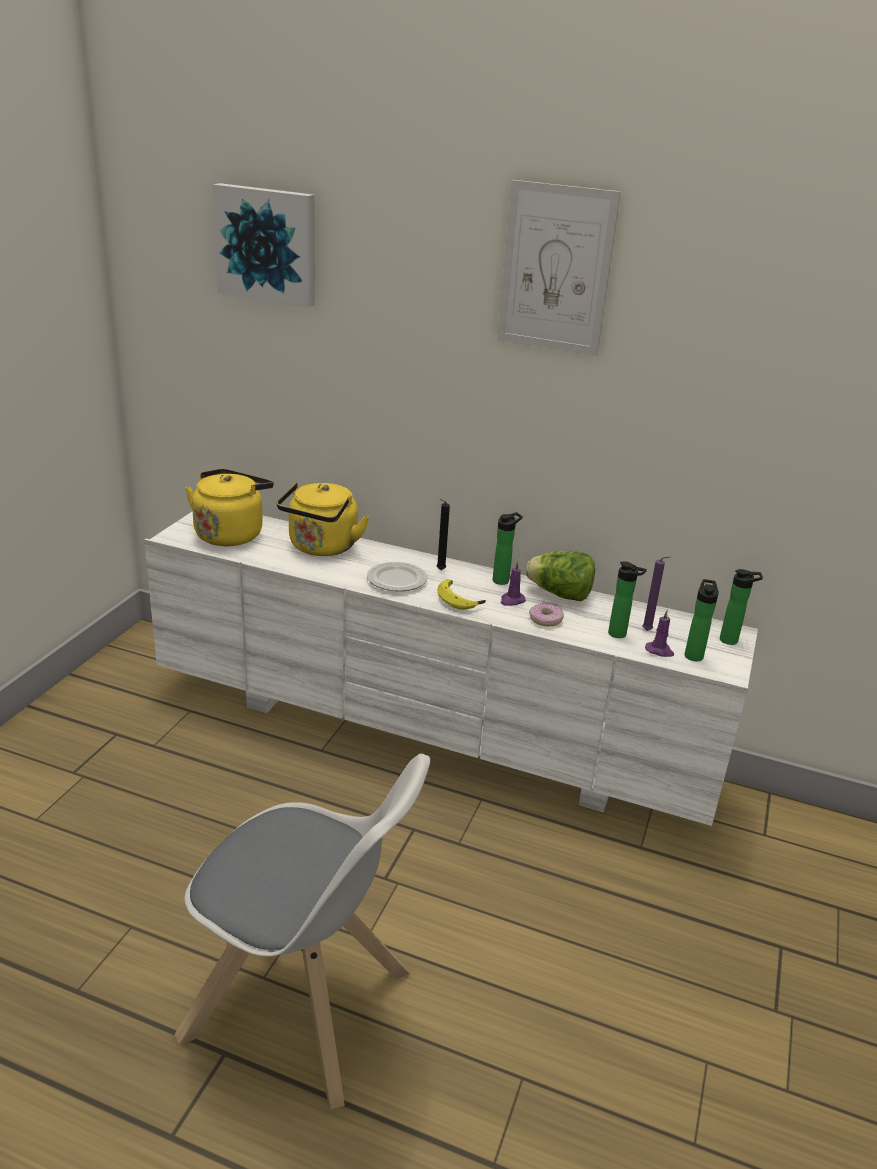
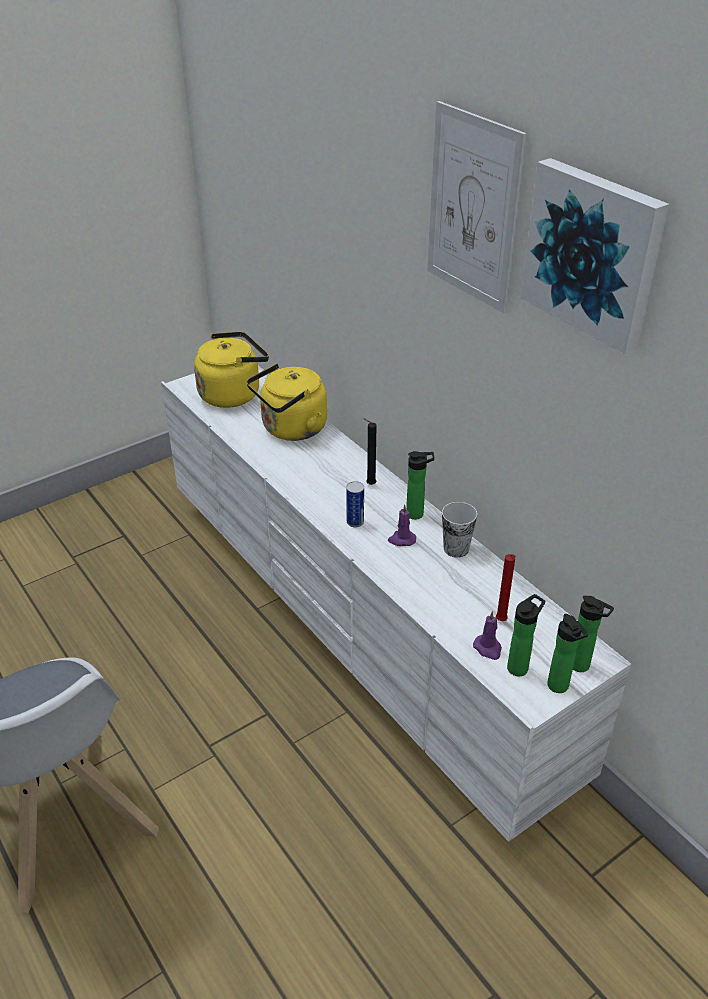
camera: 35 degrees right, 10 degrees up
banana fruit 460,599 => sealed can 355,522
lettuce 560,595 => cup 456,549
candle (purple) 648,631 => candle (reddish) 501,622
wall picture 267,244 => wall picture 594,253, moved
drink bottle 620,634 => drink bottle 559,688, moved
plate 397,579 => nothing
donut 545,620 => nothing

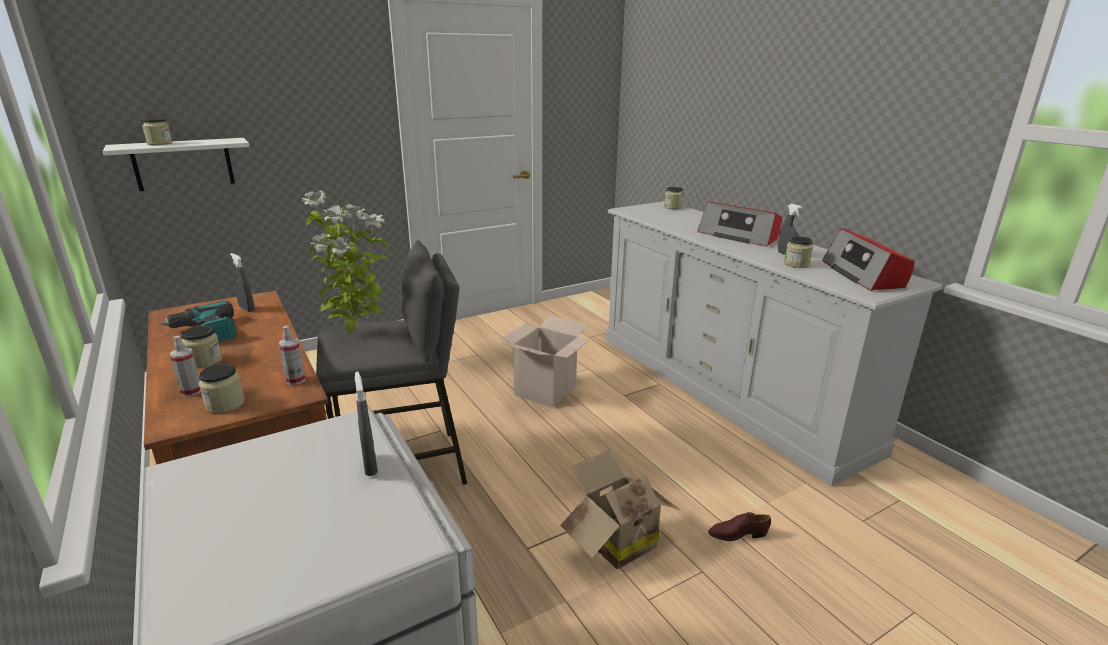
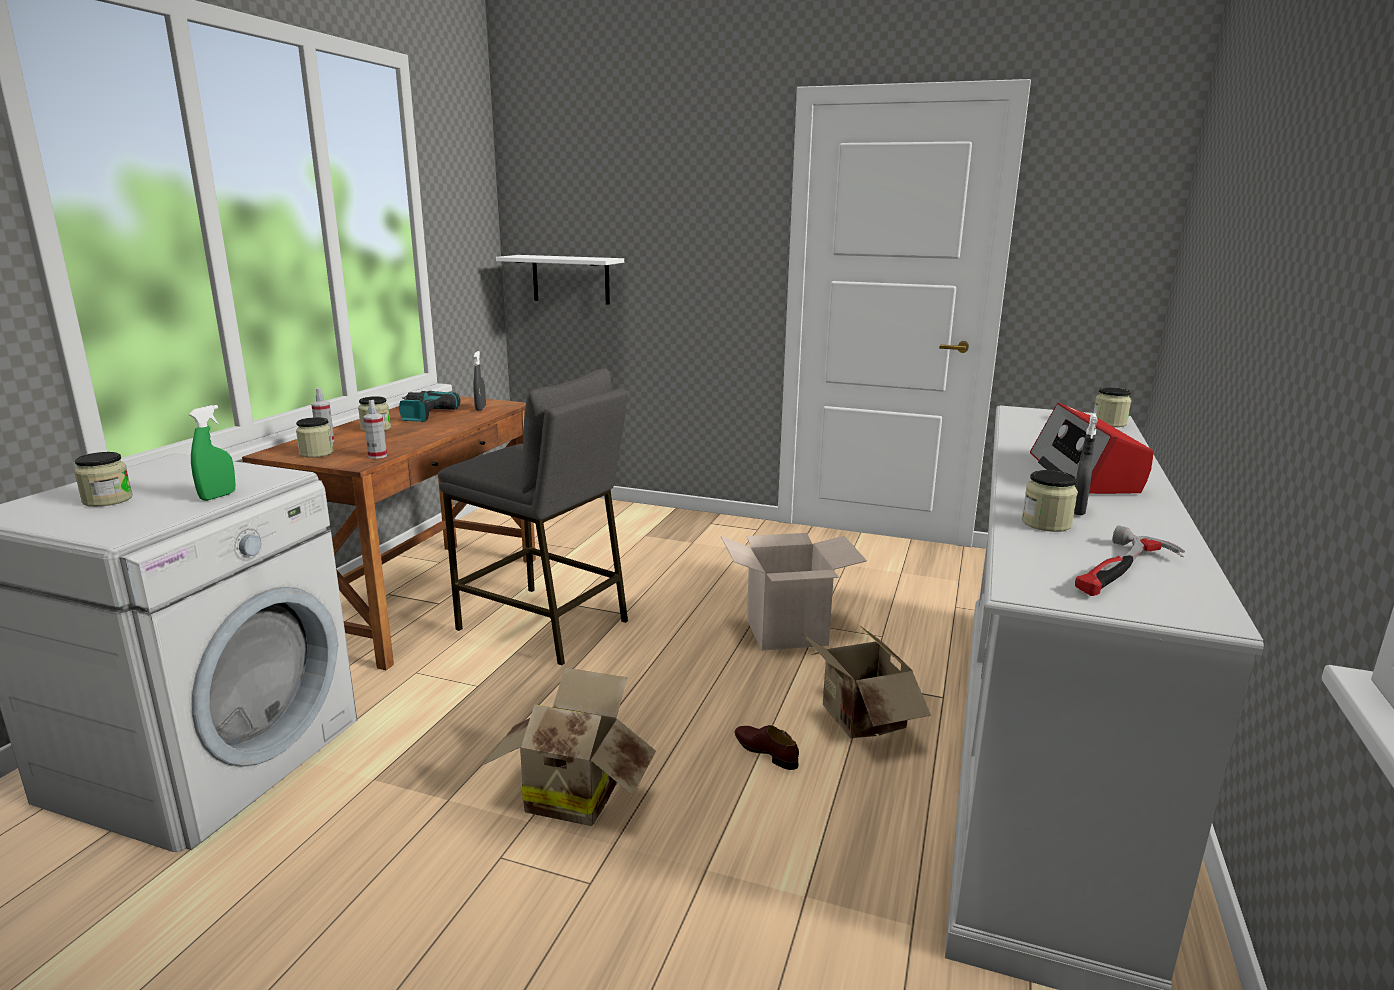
camera: 50 degrees right, 5 degrees down
storage jar 160,143 => storage jar 107,500, moved
spray bottle (greyish) 370,466 => spray bottle (green) 218,496
item of footwear (brown-coloured) 737,534 => item of footwear (brown-coloured) 766,751, moved
nothing => carton 858,721
radio set 863,275 => hand hammer 1122,572
houseplant 356,333 => nothing

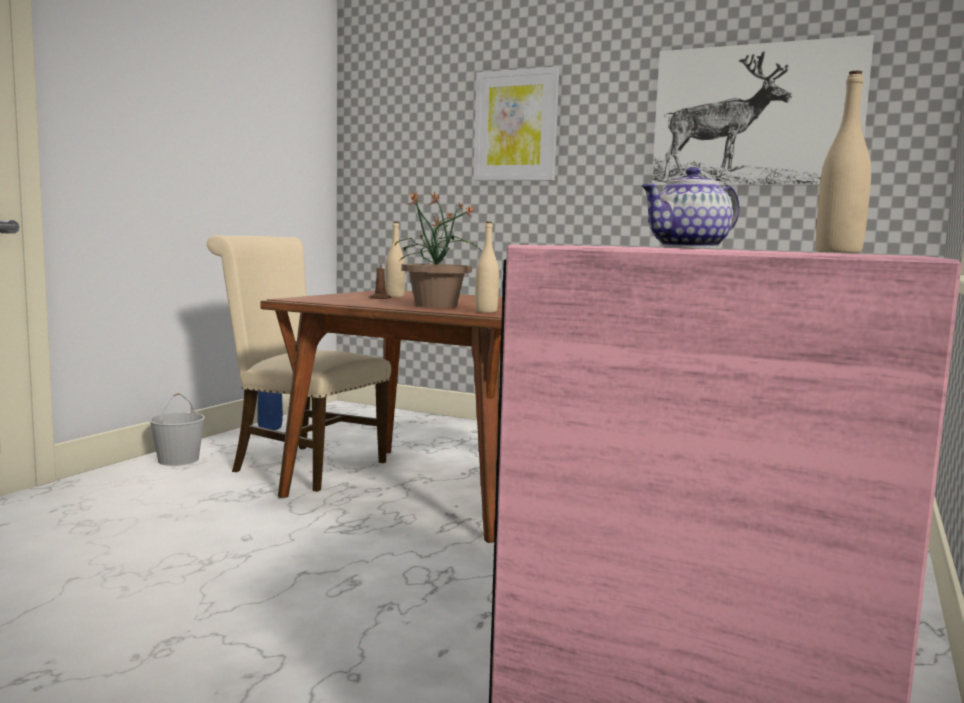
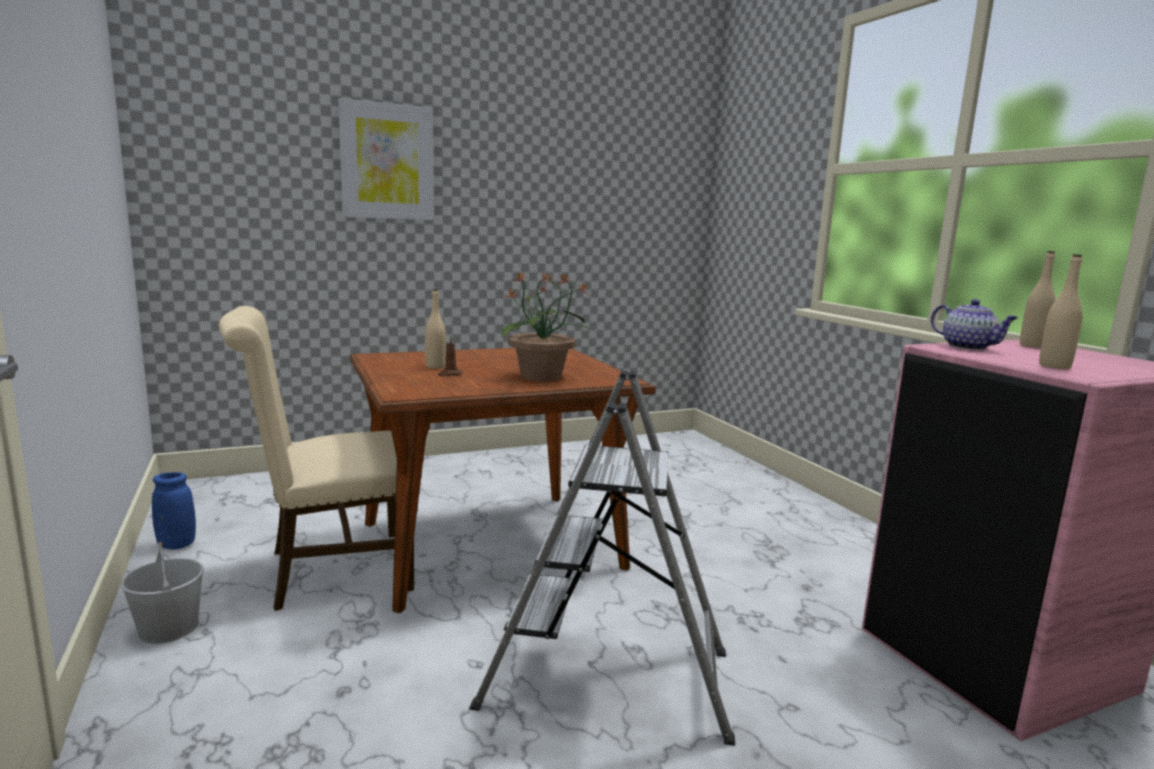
camera: 50 degrees left, 5 degrees up
nothing => step ladder (greyish) 610,677
pot for tea 688,247 => pot for tea 969,347, 45 degrees counterclockwise
drink bottle (sand-coloured) 486,311 => drink bottle (sand-coloured) 1054,367, moved
wall picture 756,116 => nothing

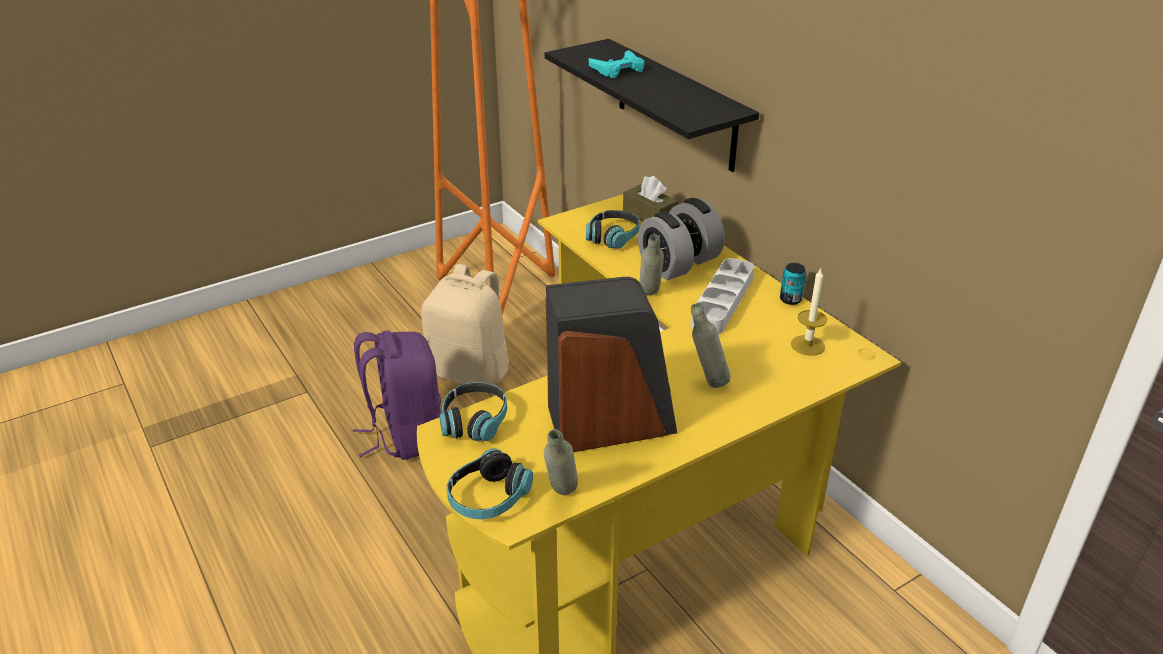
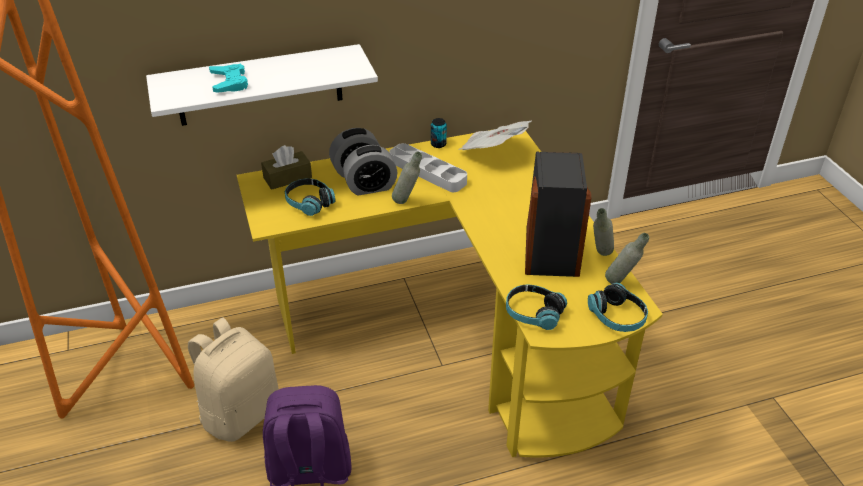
camera: 75 degrees left, 5 degrees up
wall shelf (black-coloured) 675,105 => wall shelf (white) 259,85
candle 807,345 => daily paper 493,151
drink bottle (greyish) 707,382 => drink bottle (greyish) 600,256, moved

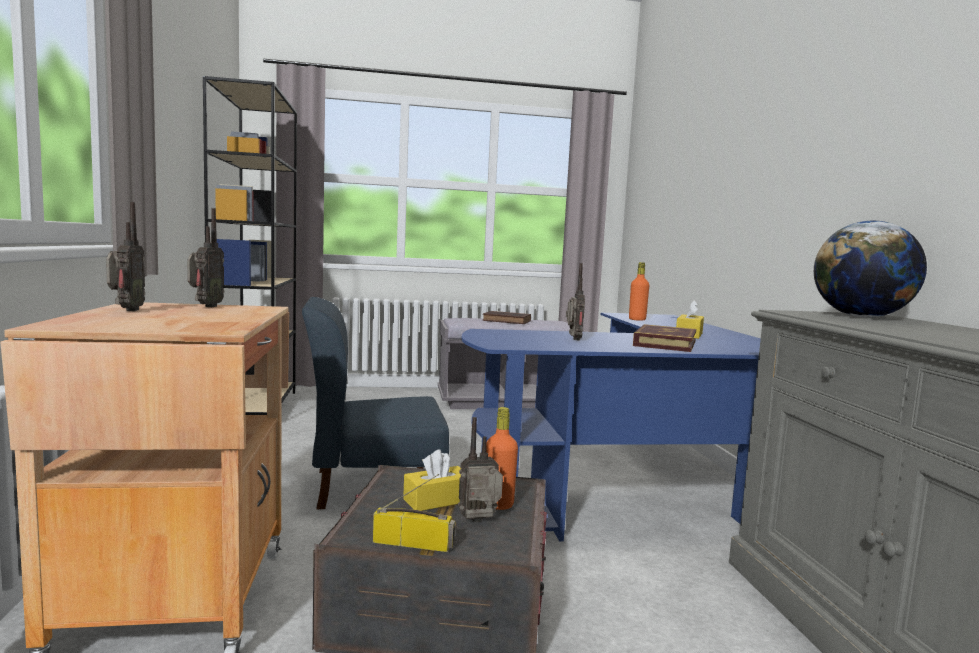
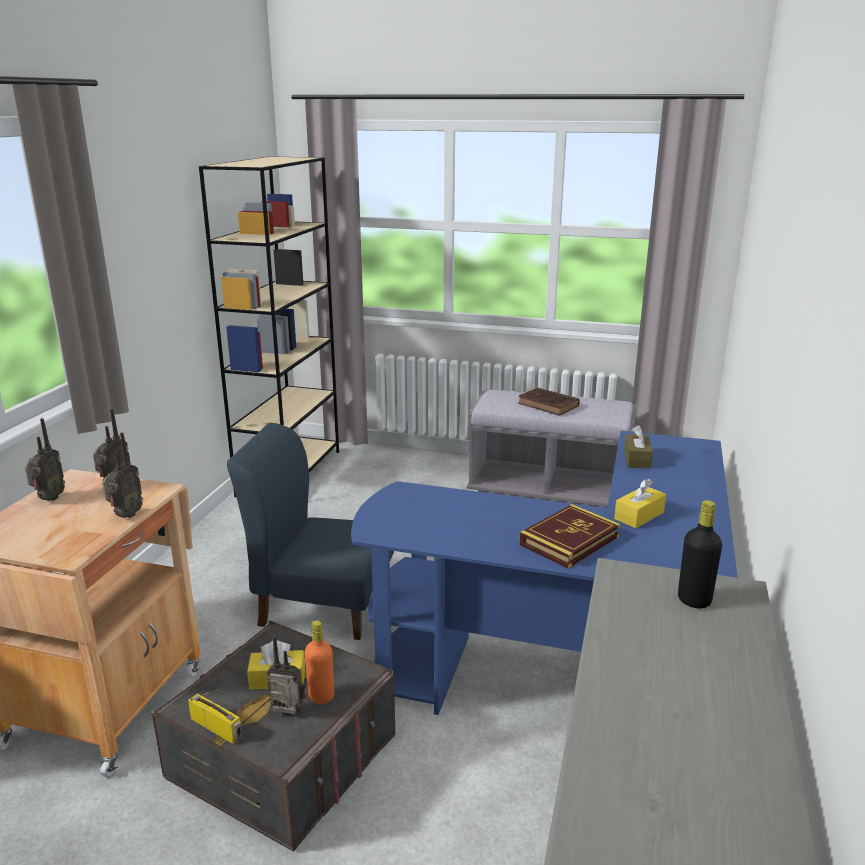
camera: 25 degrees right, 15 degrees up
radio set 573,340 => radio set 125,516, moved
drink bottle (orange) 637,319 => box of tissues (brown-coloured) 637,459
world globe 862,317 => drink bottle (black-coloured) 694,600

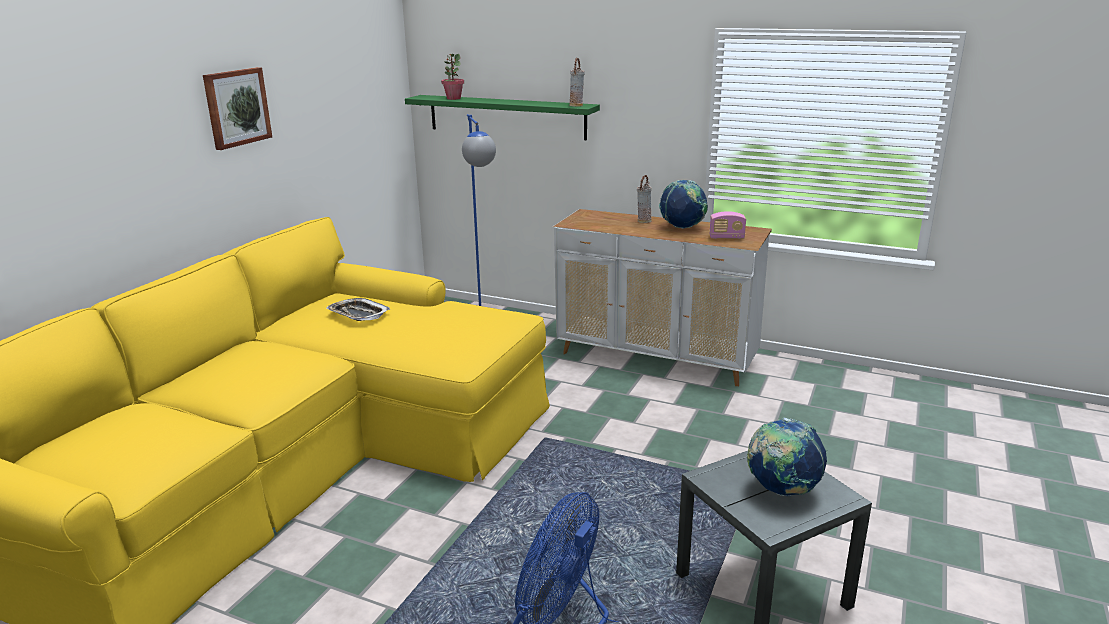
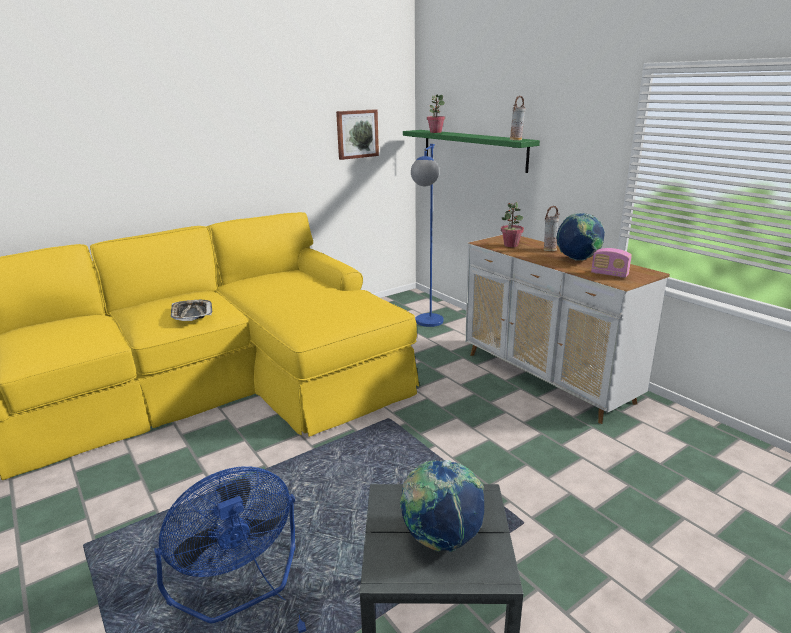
camera: 30 degrees right, 0 degrees up
tray 358,314 => tray 191,314, moved
wall picture 236,107 => wall picture 357,134, moved
nothing => houseplant 510,245

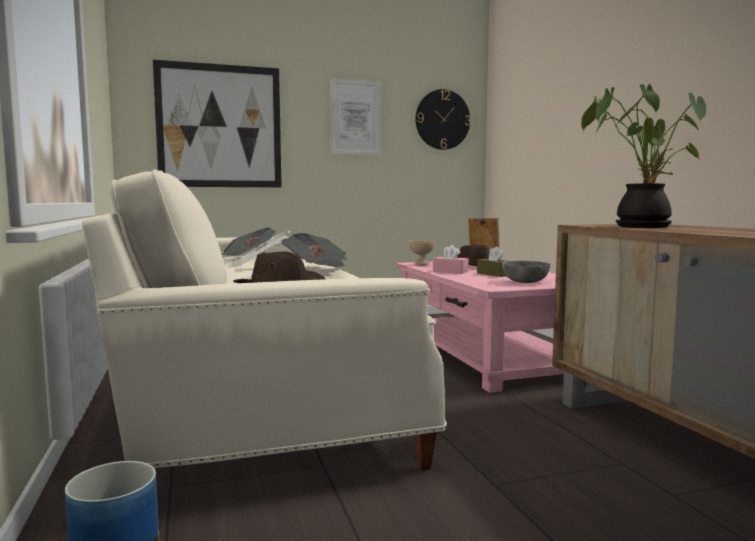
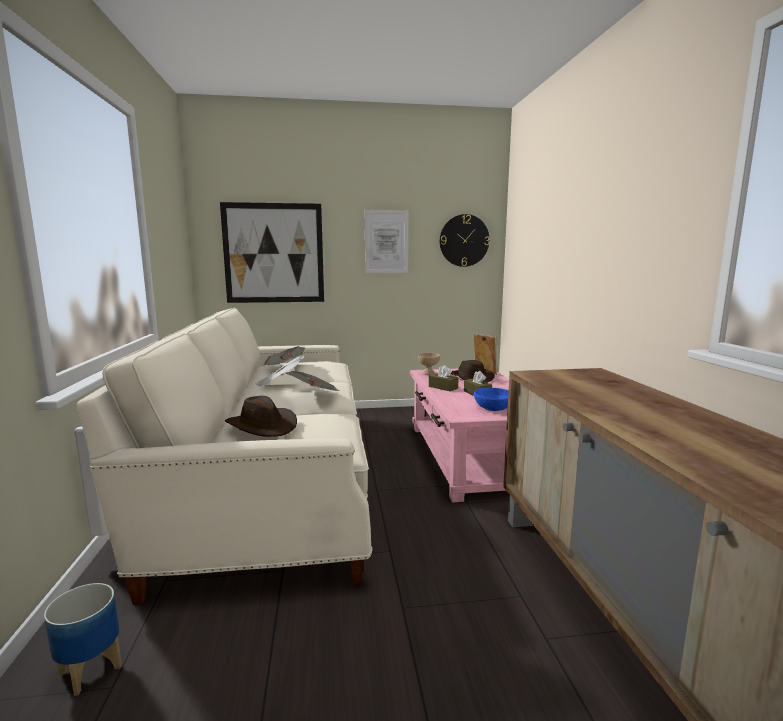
camera: 10 degrees right, 5 degrees up
box of tissues (pink) 450,271 => box of tissues (brown-coloured) 443,387
deep dish (greyish) 525,282 => deep dish (bluish) 493,408
houseplant 641,226 => nothing

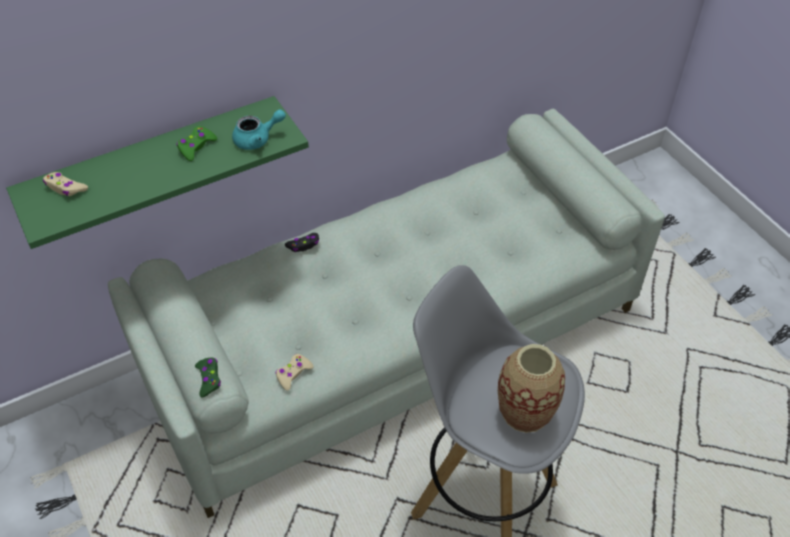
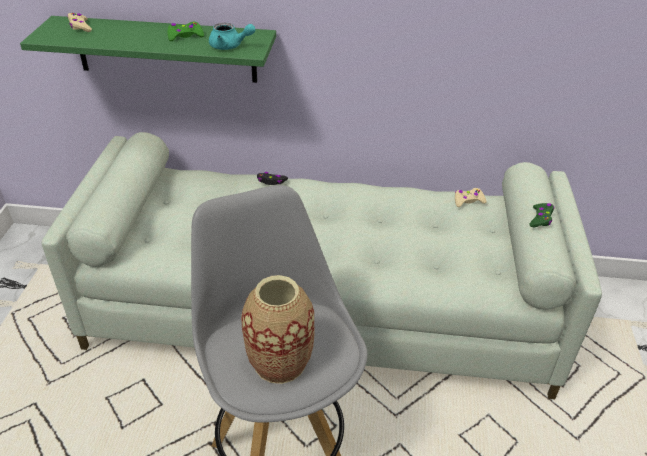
camera: 35 degrees right, 10 degrees down
gamepad (sand-coloured) 293,374 => gamepad (sand-coloured) 468,201, moved
gamepad (green) 209,379 => gamepad (green) 541,219, moved

